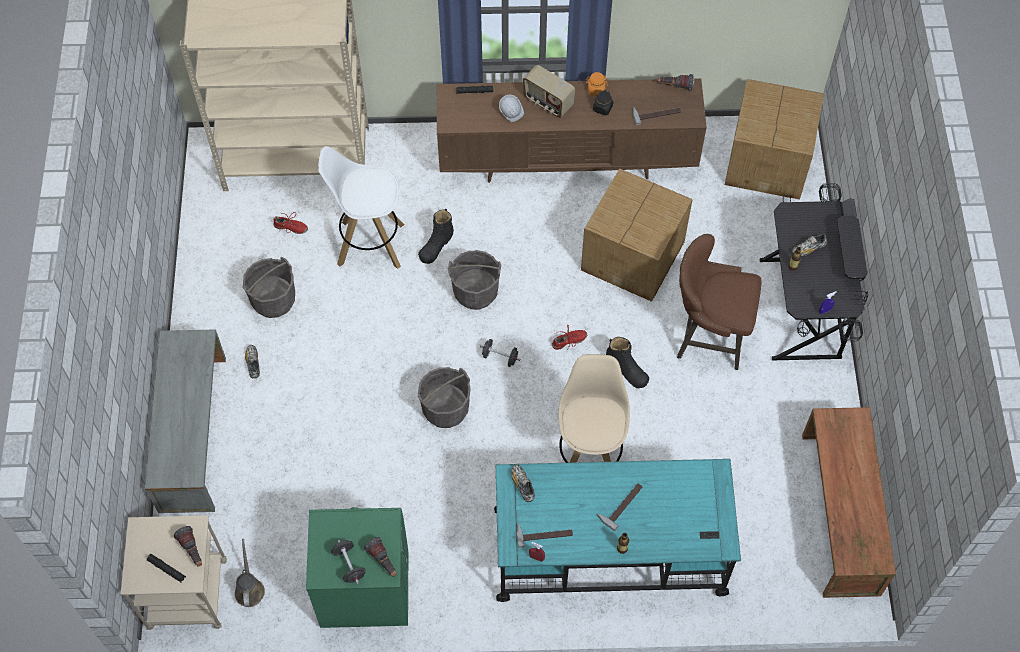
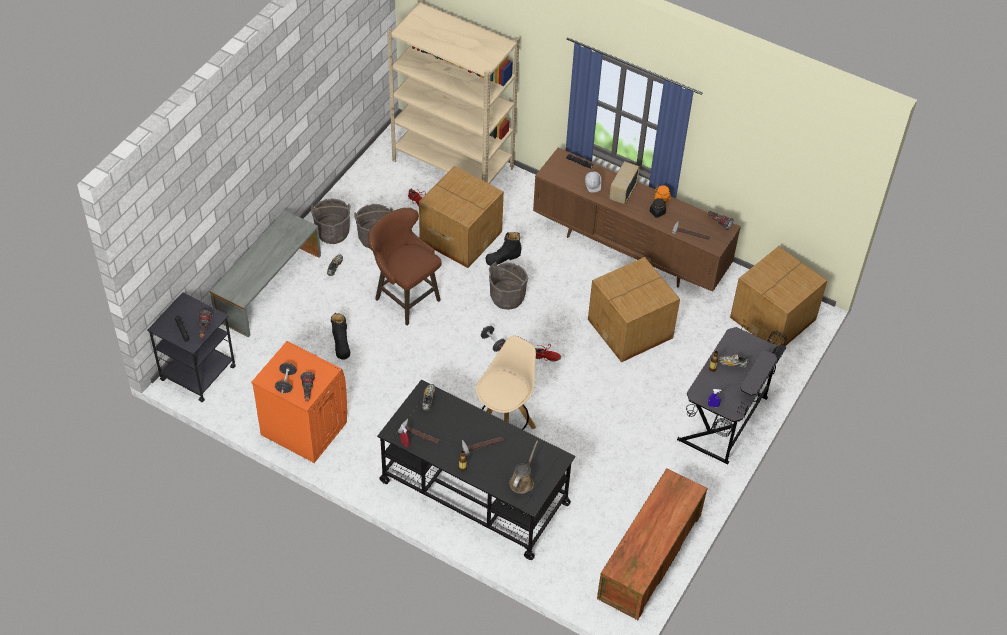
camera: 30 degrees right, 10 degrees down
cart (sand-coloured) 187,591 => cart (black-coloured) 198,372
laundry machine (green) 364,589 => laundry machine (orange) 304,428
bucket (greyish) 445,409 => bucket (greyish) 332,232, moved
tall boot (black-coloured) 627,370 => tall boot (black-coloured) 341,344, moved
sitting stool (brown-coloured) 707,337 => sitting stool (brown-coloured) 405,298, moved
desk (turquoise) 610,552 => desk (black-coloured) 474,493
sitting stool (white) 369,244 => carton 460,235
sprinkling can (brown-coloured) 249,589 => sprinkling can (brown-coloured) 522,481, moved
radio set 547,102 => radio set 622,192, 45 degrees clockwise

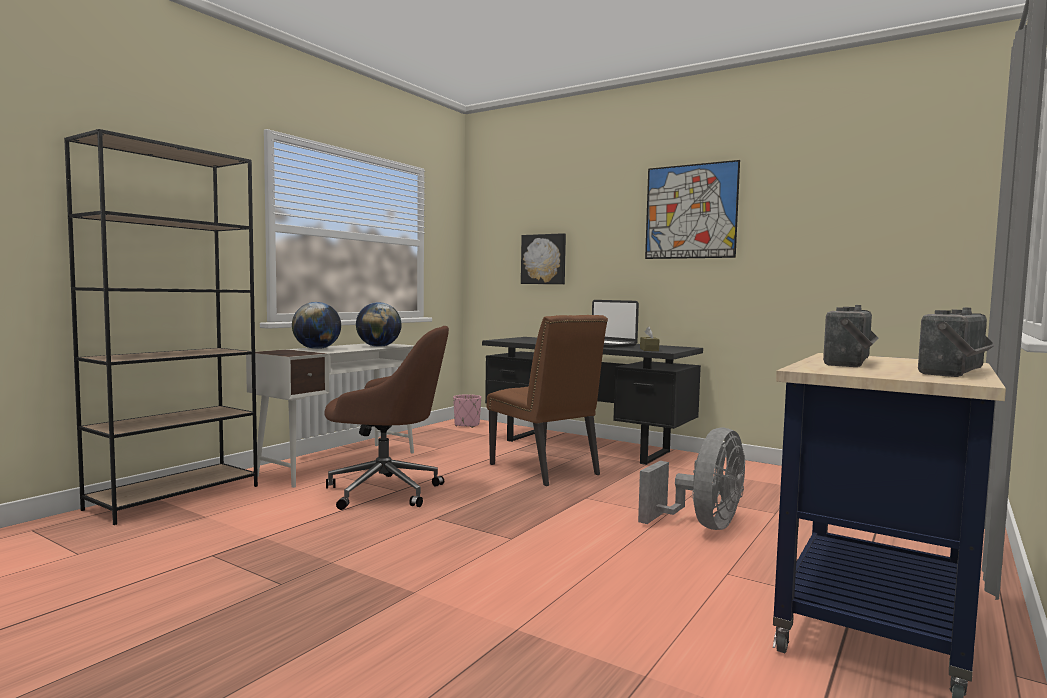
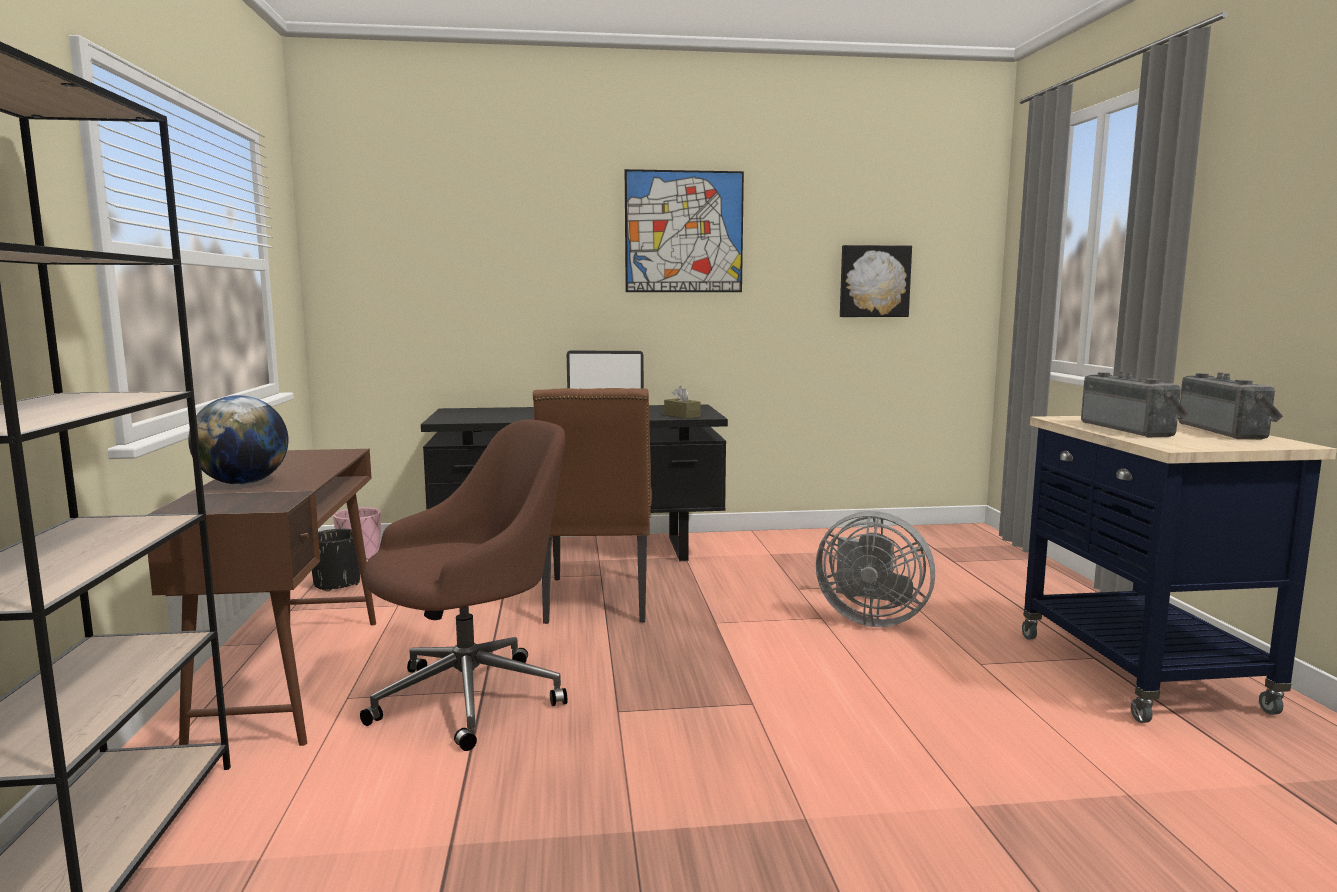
camera: 40 degrees left, 5 degrees up
desk (white) 340,463 => desk (brown-coloured) 294,676
nothing => flower pot (black-coloured) 337,584
chair (brown-coloured) 543,469 => chair (brown-coloured) 597,599, 75 degrees clockwise
cooling fan (greyish) 703,525 => cooling fan (greyish) 870,619, 120 degrees clockwise
wall picture 544,259 => wall picture 874,281, moved
world globe 378,346 => nothing

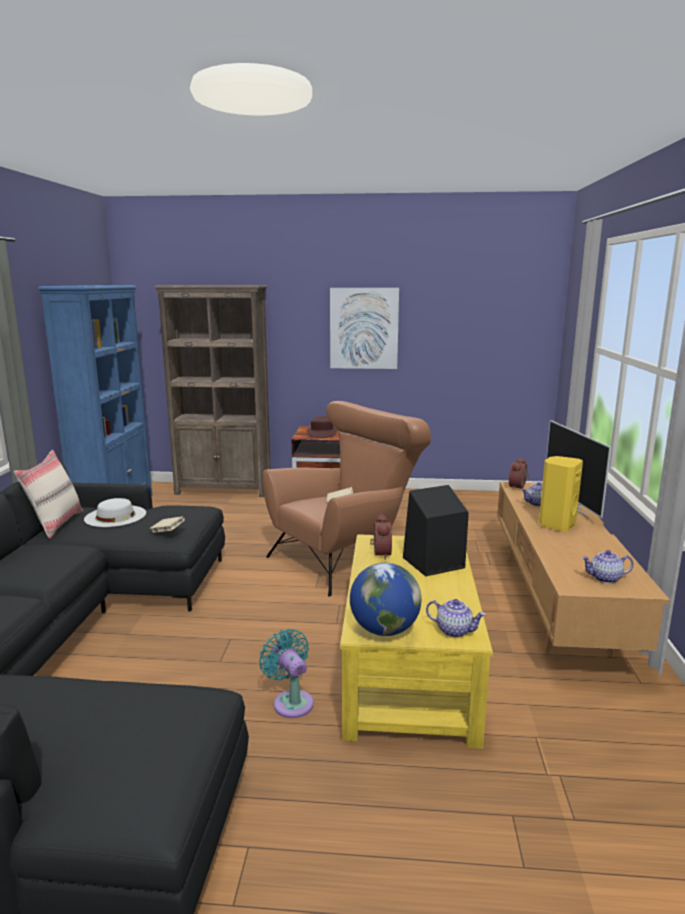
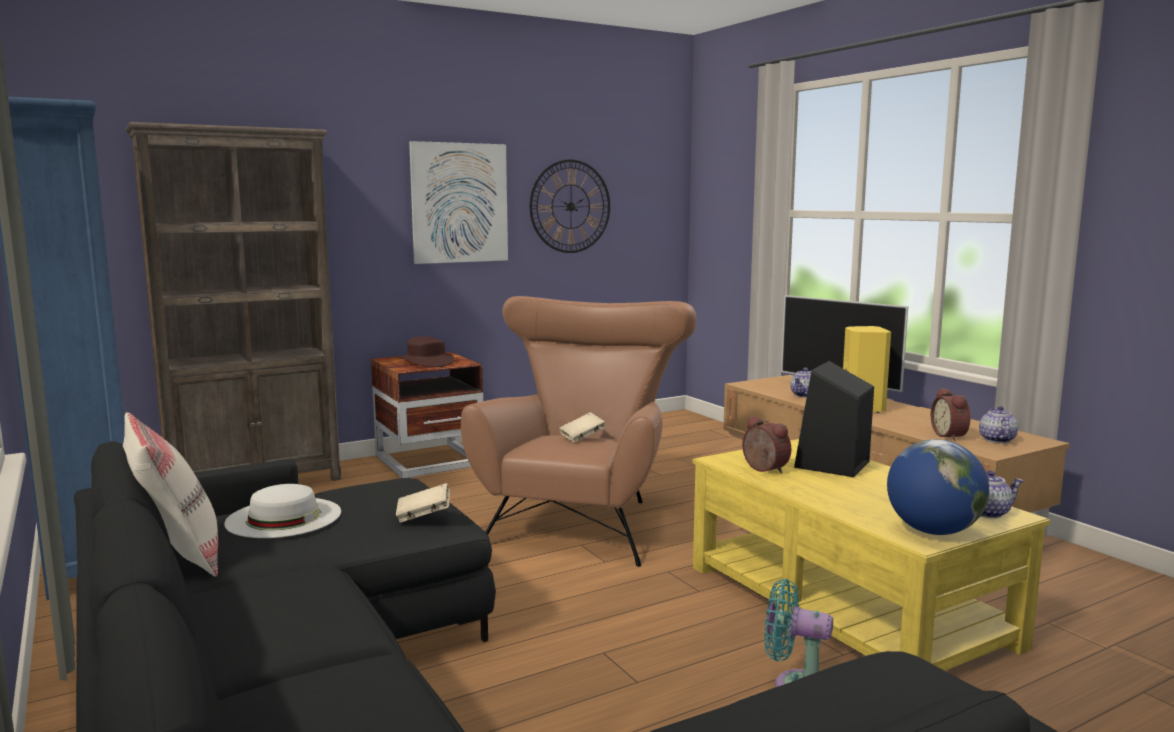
camera: 35 degrees left, 5 degrees down
nothing => clock on the wall 570,206
bedside clock 518,487 => bedside clock 951,436, moved
pot for tea 605,578 => pot for tea 996,439, 135 degrees clockwise

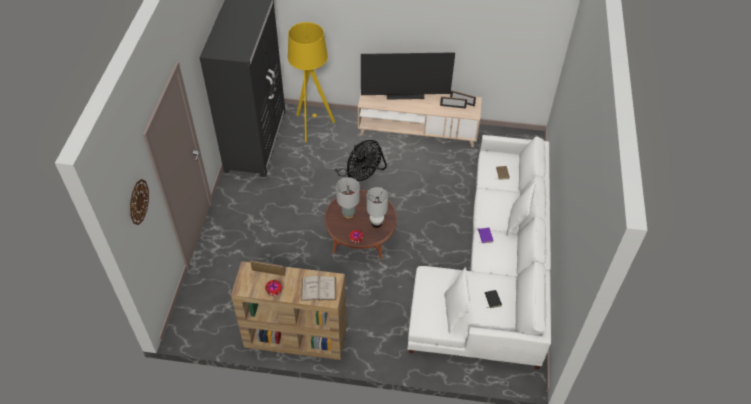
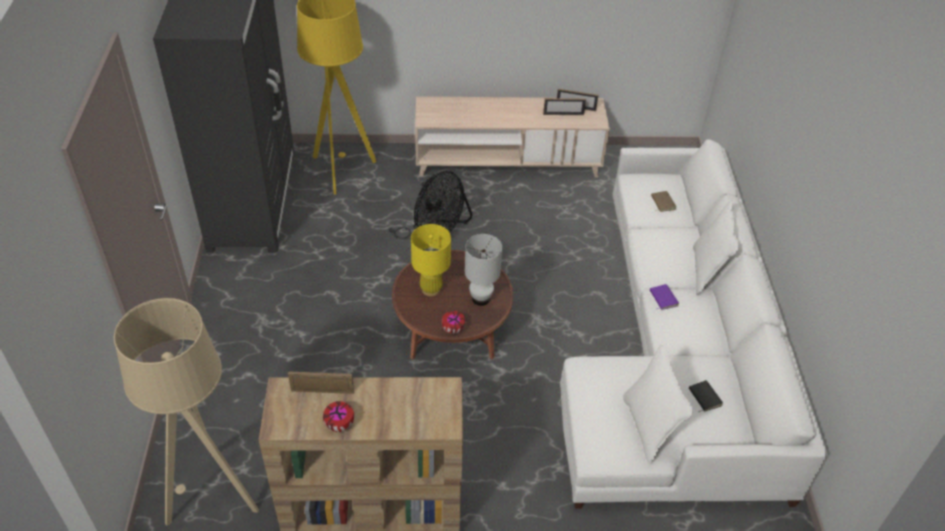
camera: 10 degrees left, 5 degrees down
nothing => floor lamp (sand-coloured) 212,495
lamp for a table (greyish) 348,214 => lamp for a table (yellow) 431,289
clock on the wall 138,201 => nothing
volume (white) 318,289 => nothing
television 405,96 => nothing

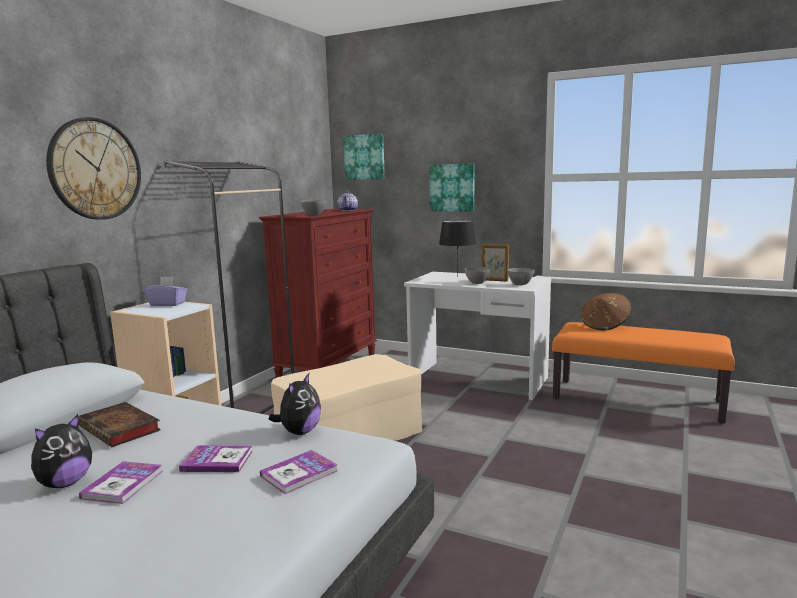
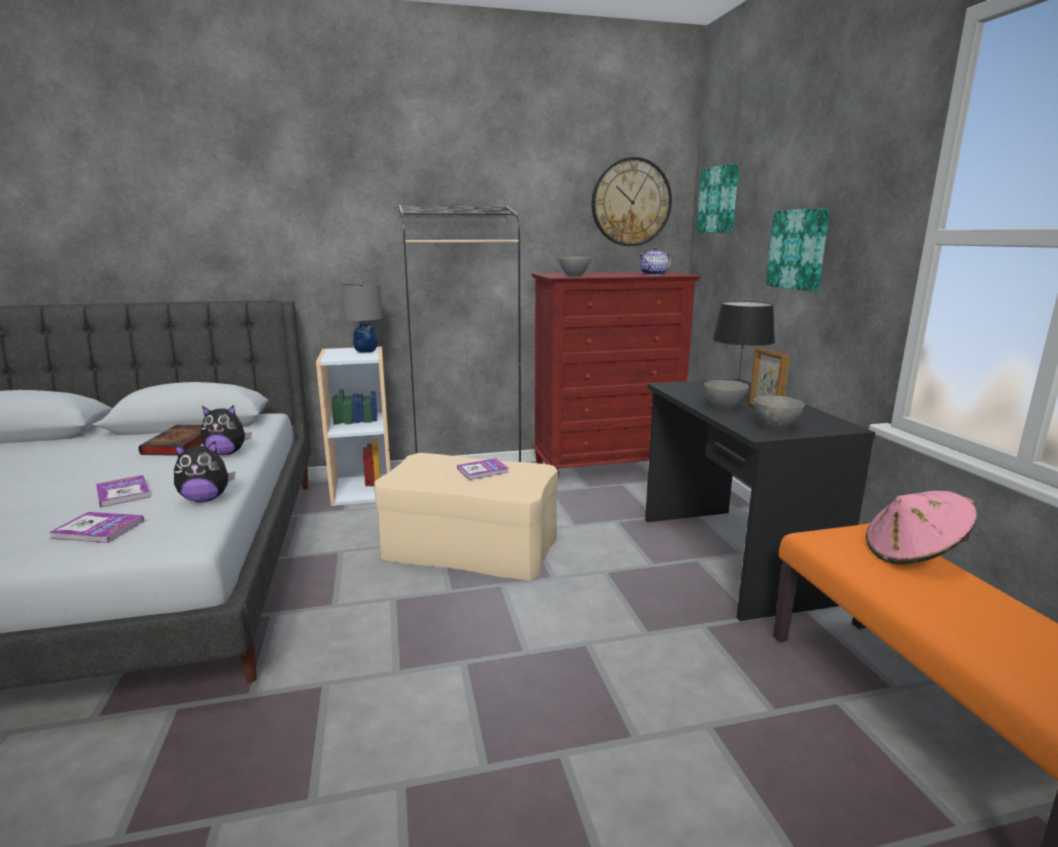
camera: 50 degrees right, 5 degrees up
plush toy 64,483 => plush toy 227,453, moved
box of tissues (purple) 168,304 => lamp for a table (greyish) 365,351
volume 123,484 => volume 483,470, moved
clock on the wall 95,169 => clock on the wall 631,202, moved
desk (white) 477,380 => desk (black-coloured) 729,557
wearable hat (brown-coloured) 605,326 => wearable hat (pink) 913,554

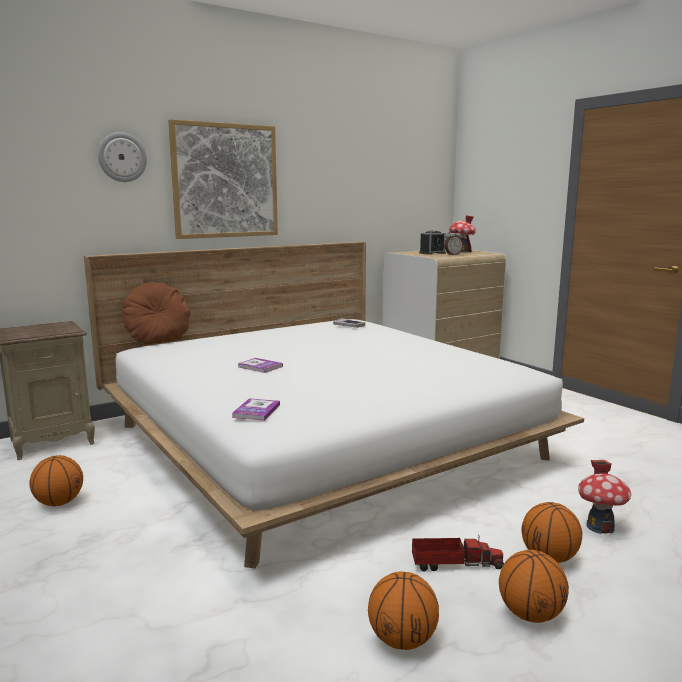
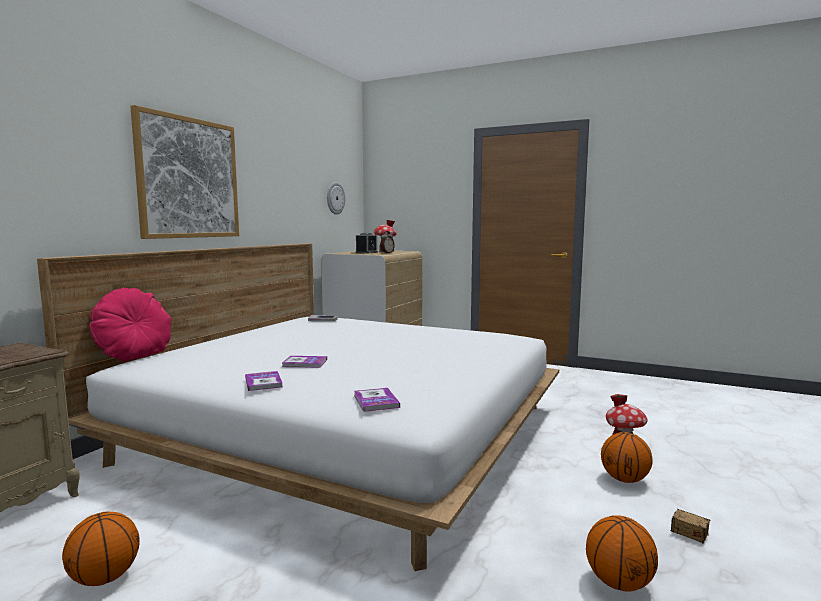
camera: 30 degrees left, 5 degrees down
throw pillow (brown-coloured) 158,342 => throw pillow (pink) 134,357
nothing => volume 263,382
clock on the wall 122,157 => clock on the wall 335,198, moved
basketball ball 530,615 => storage bin 667,526
model truck 454,564 => nothing

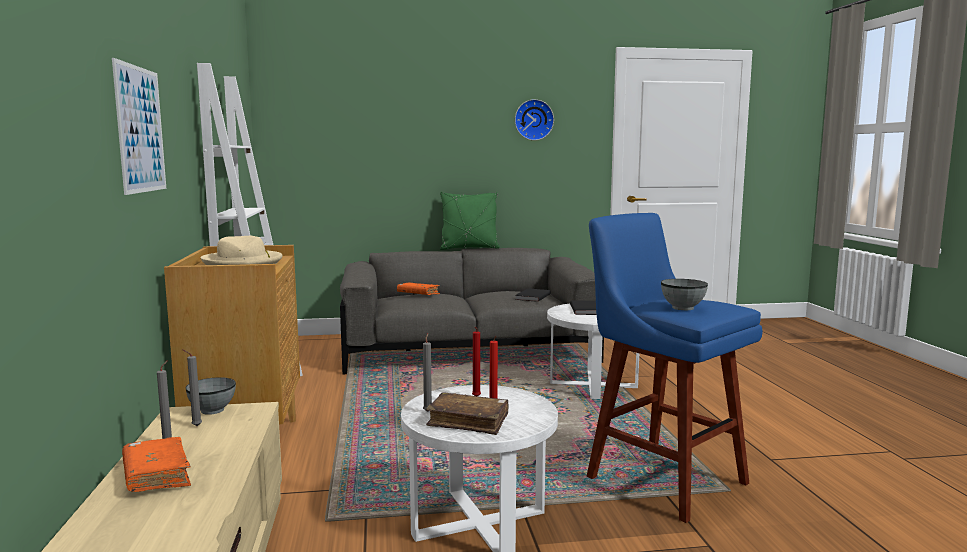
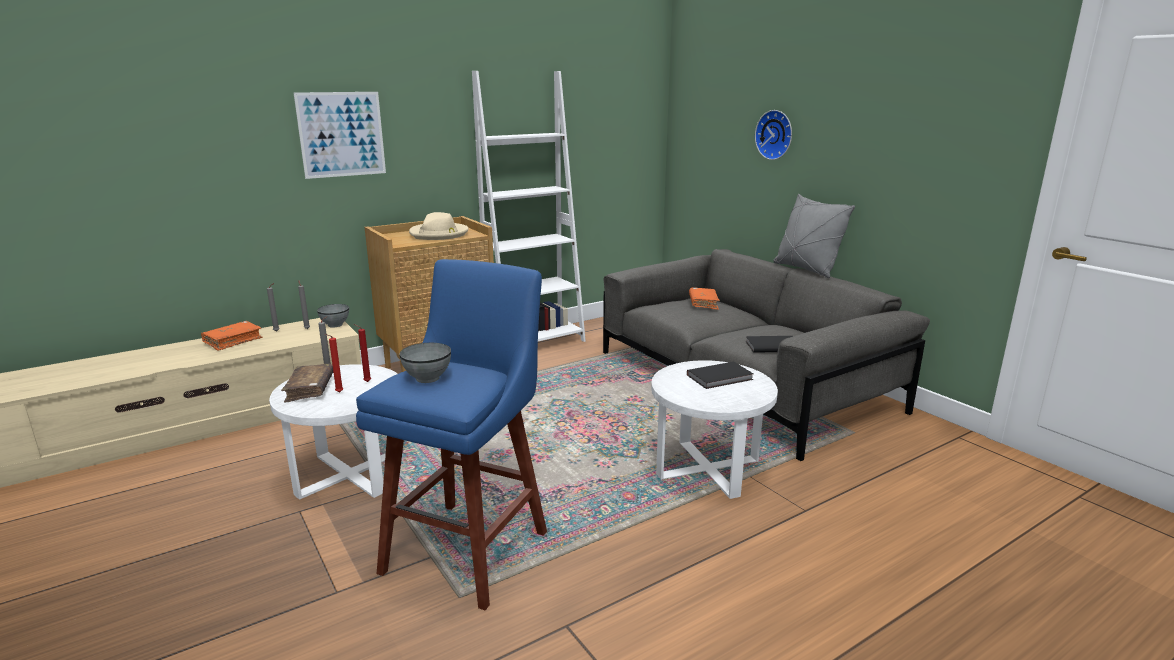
camera: 65 degrees right, 10 degrees up
clock on the wall 533,120 => clock on the wall 775,134, moved
throw pillow (green) 469,248 => throw pillow (greyish) 806,269

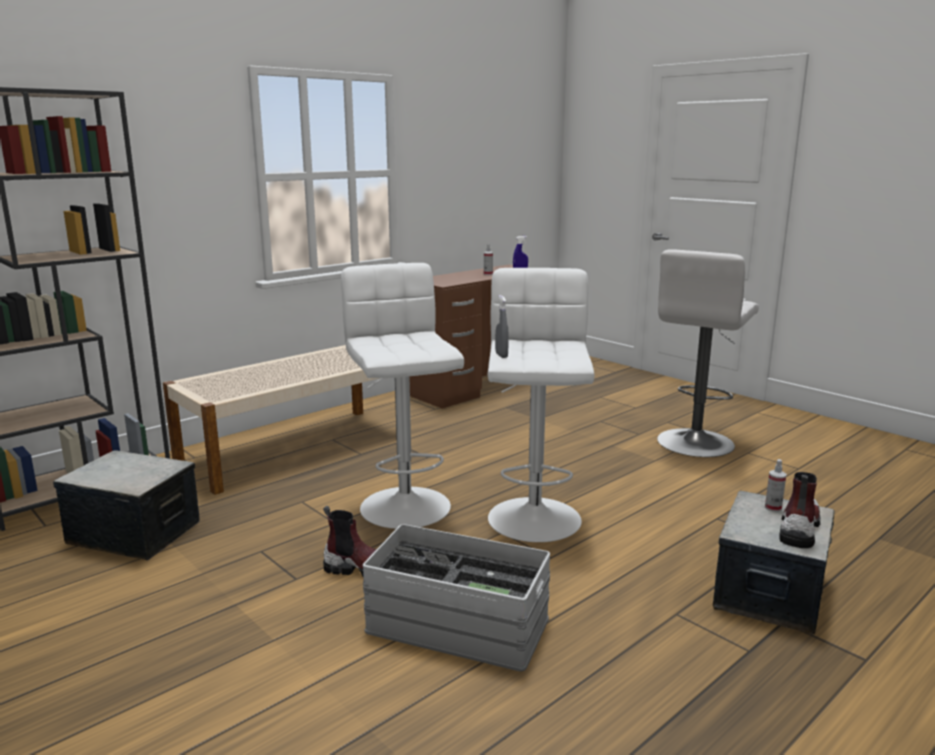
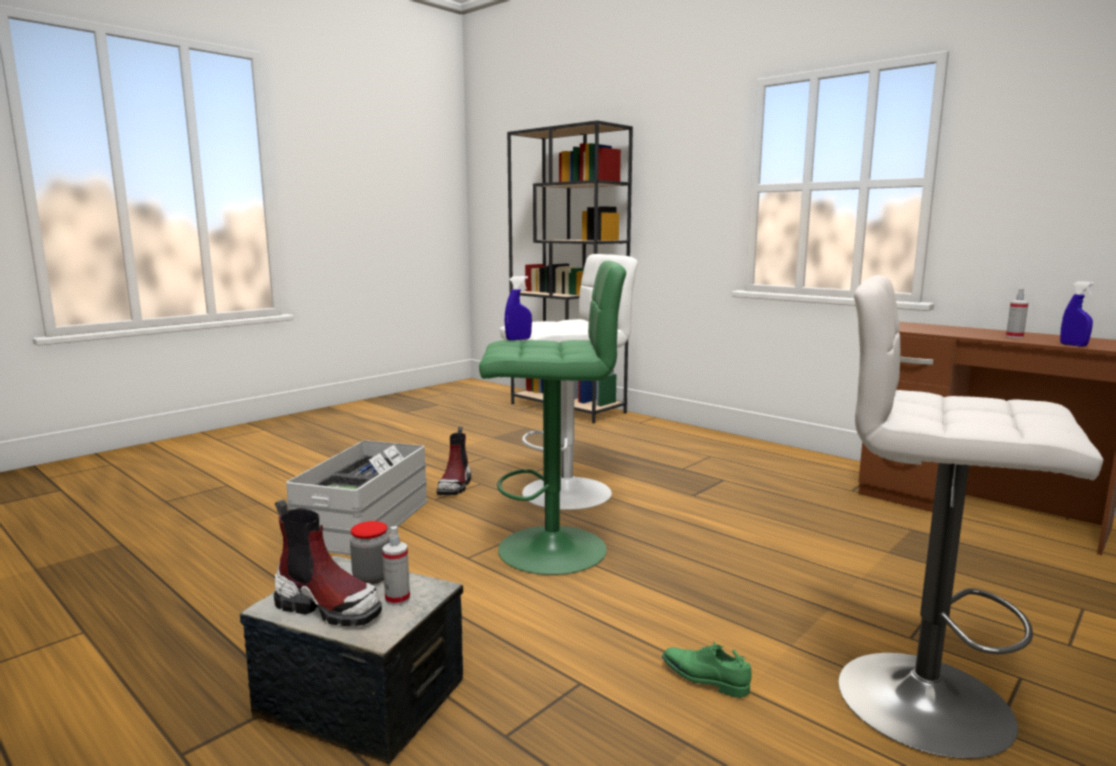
camera: 85 degrees right, 5 degrees down
nothing => storage jar 372,578
sitting stool (white) 535,519 => sitting stool (green) 553,550
spray bottle (greyish) 501,355 => spray bottle (bluish) 518,339
nothing => item of footwear (green) 704,679
storage bin 135,532 => nothing
bench (sand-coloured) 295,447 => nothing

